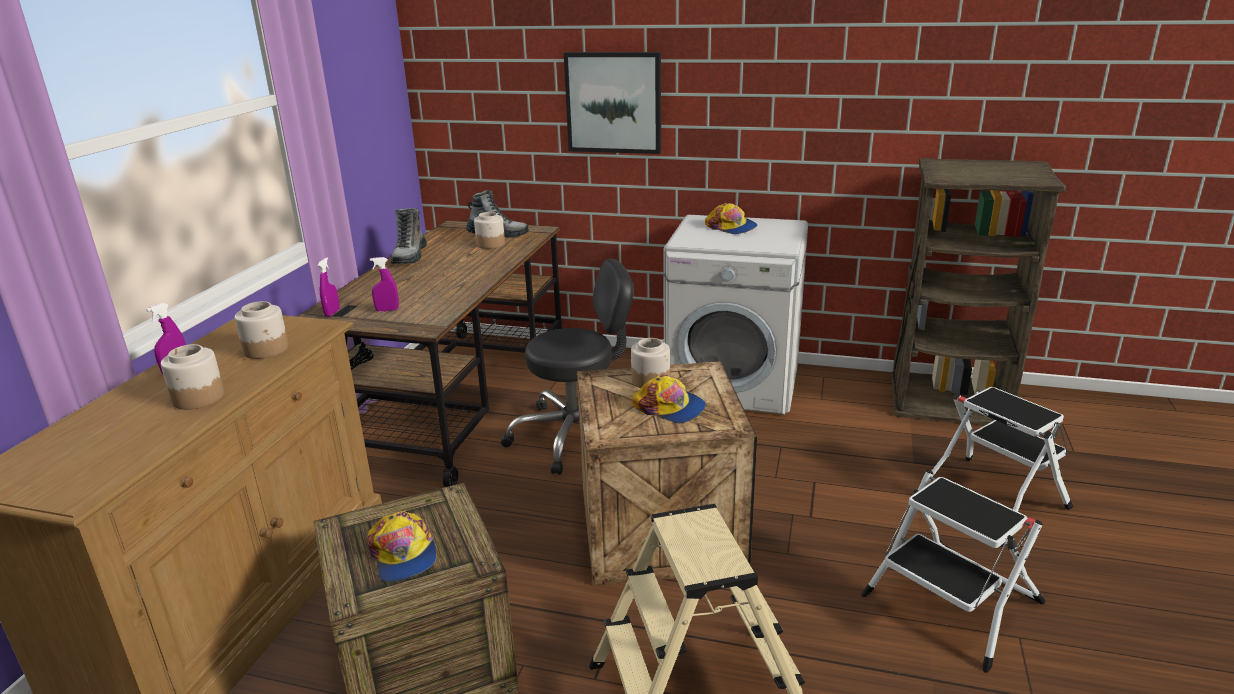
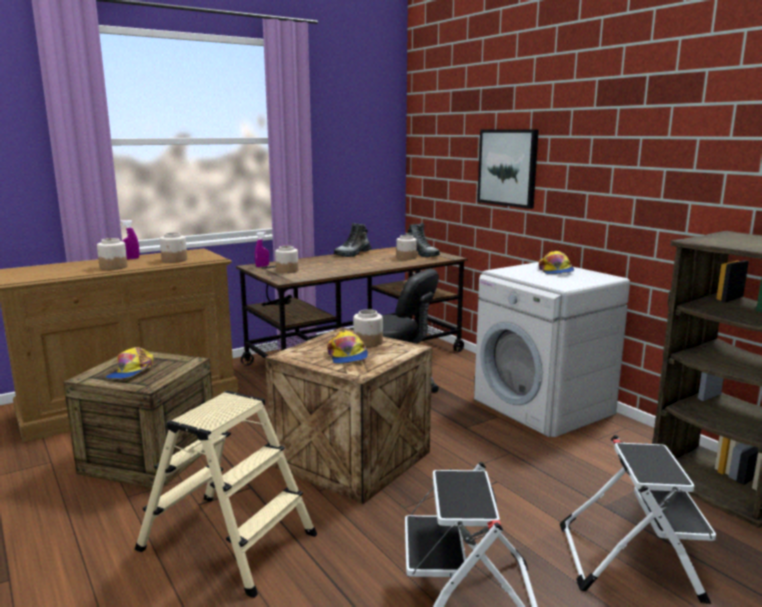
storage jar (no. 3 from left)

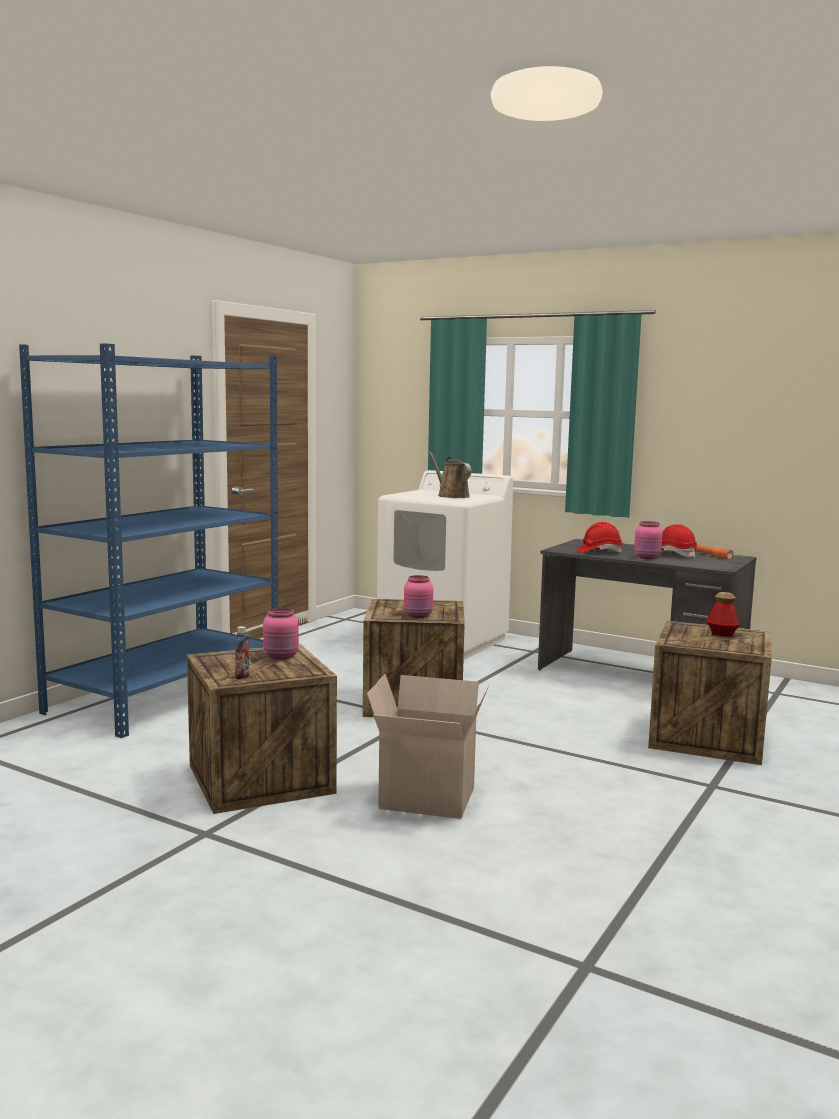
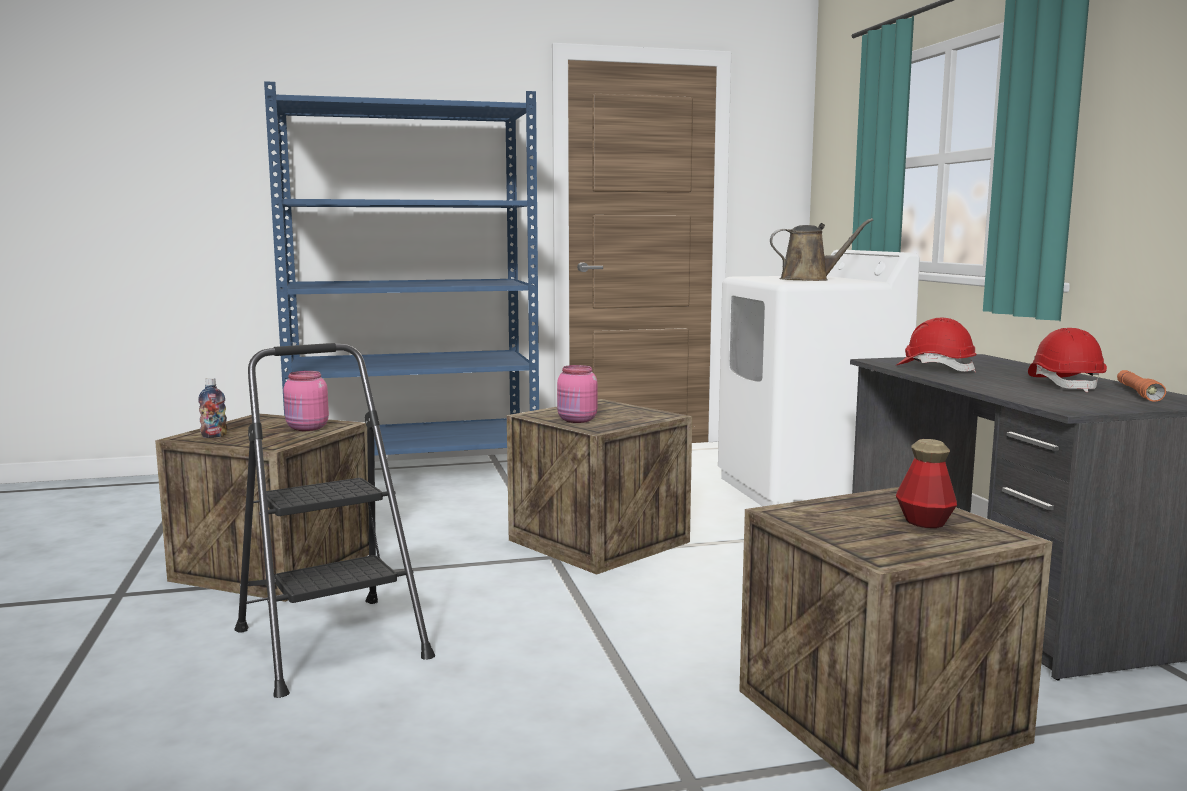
brown-coloured watering can; pinkish storage jar (no. 3 from left in the first image); blackish stepladder

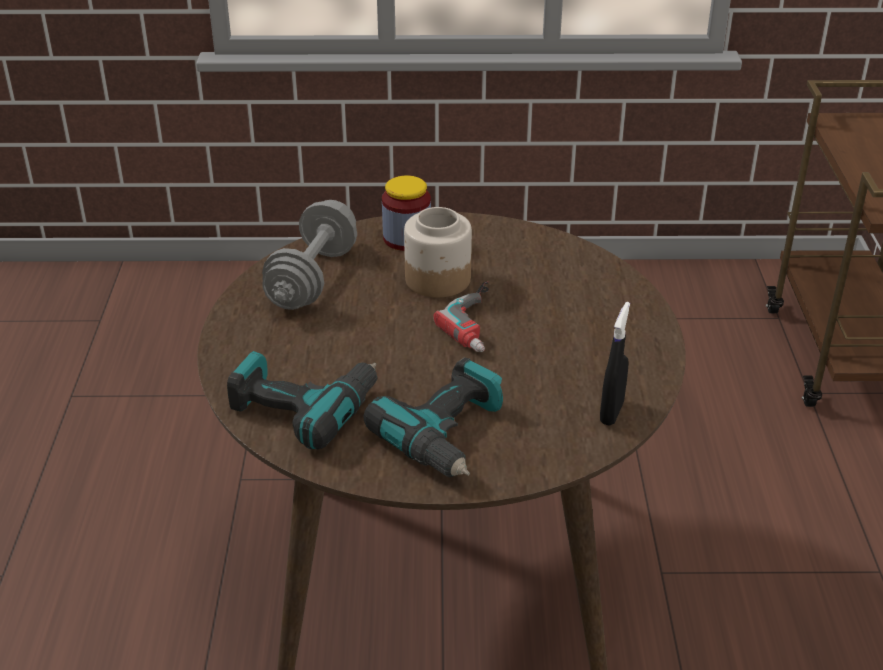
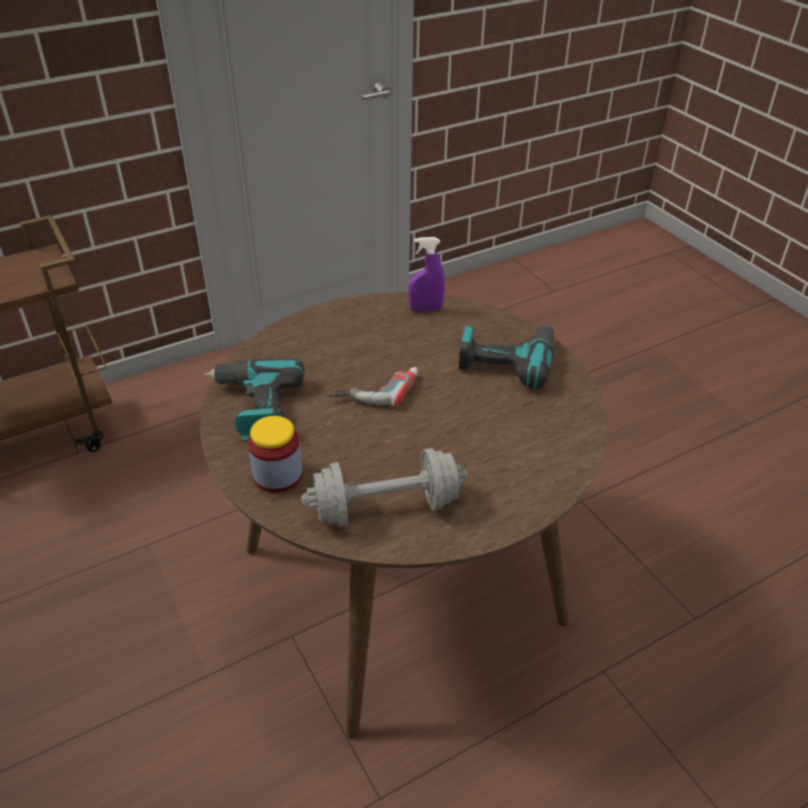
storage jar (no. 2 from left in the first image); purple spray bottle; drill (no. 1 from left)

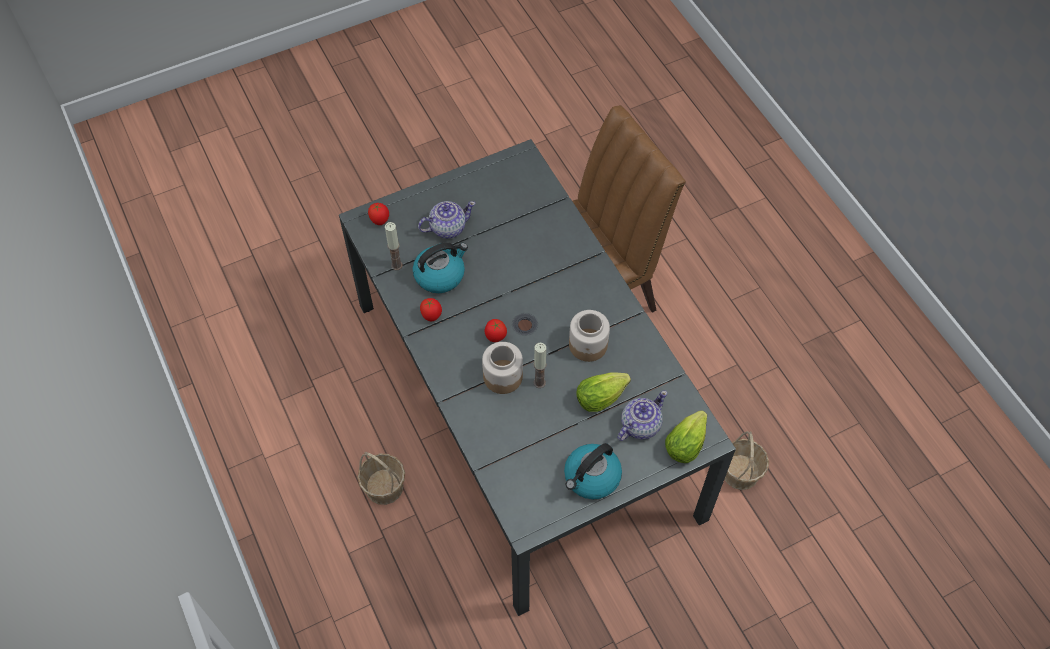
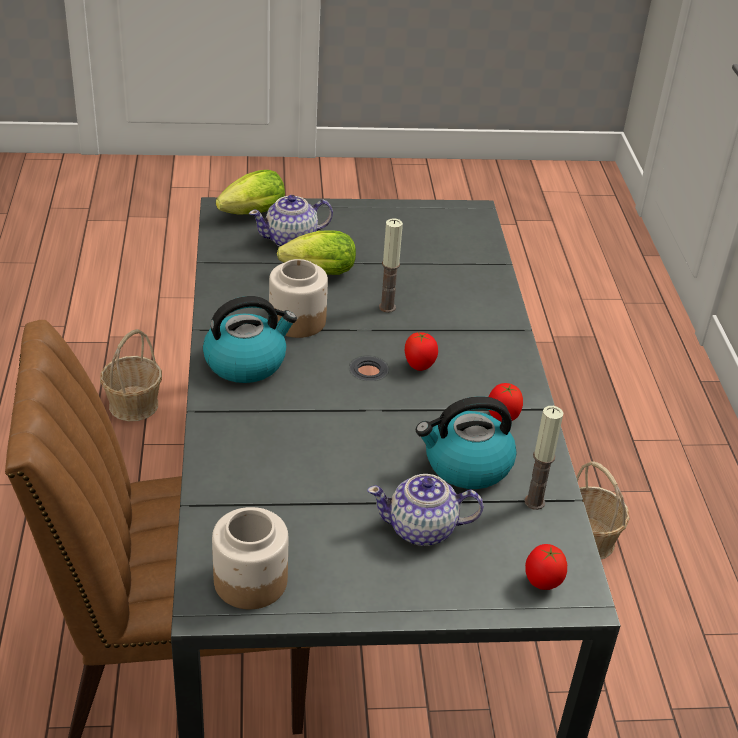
storage jar (no. 1 from left); tea kettle (no. 1 from left)

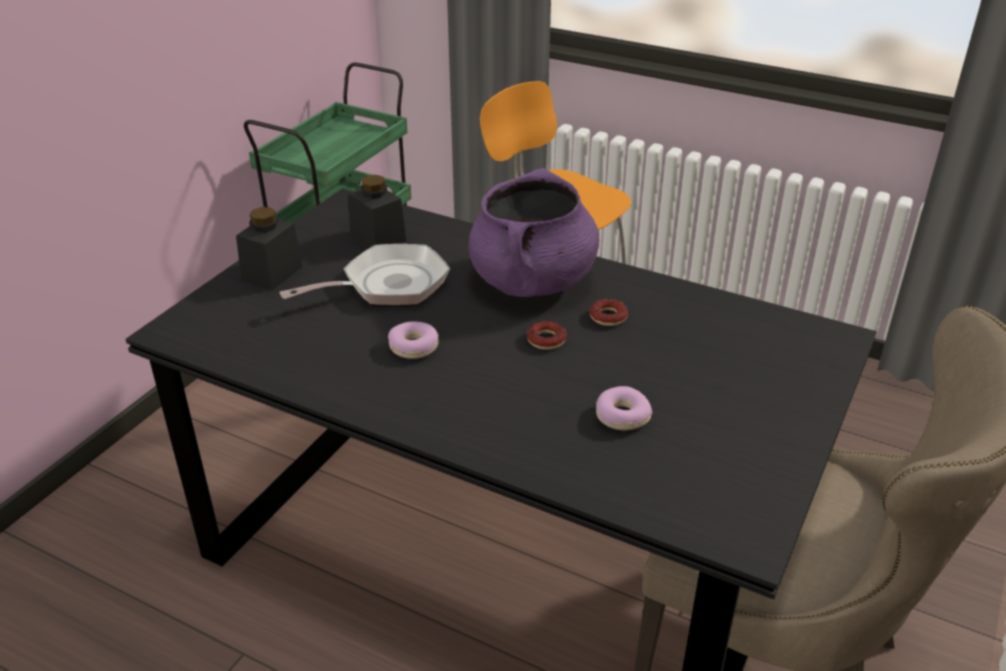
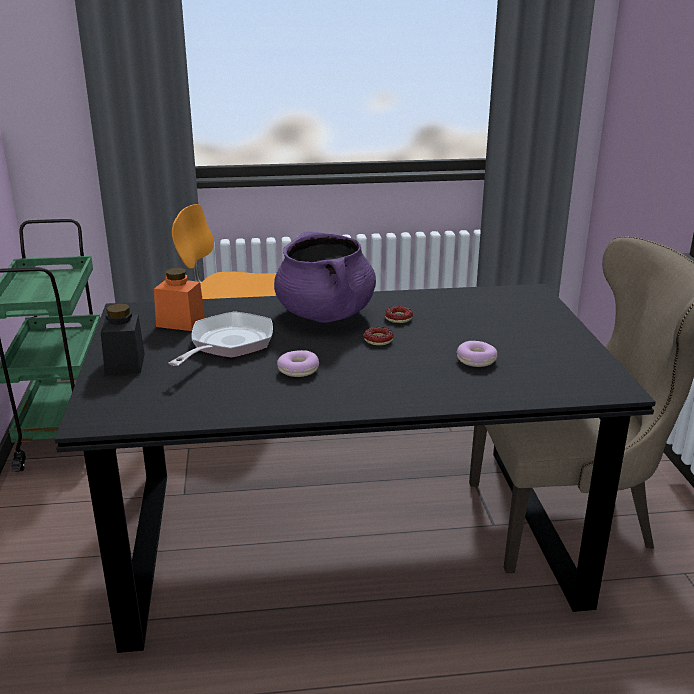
orange storage jar

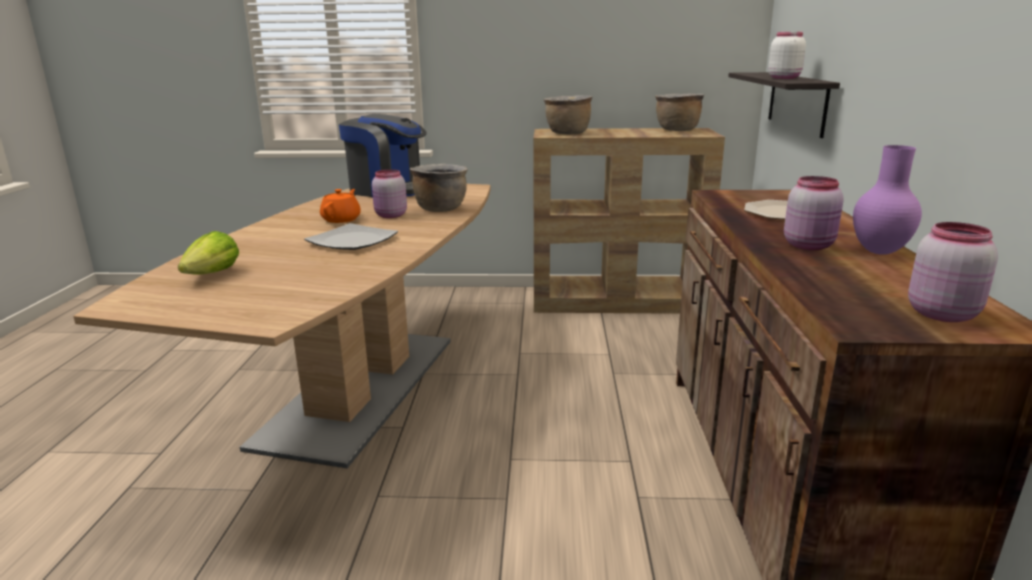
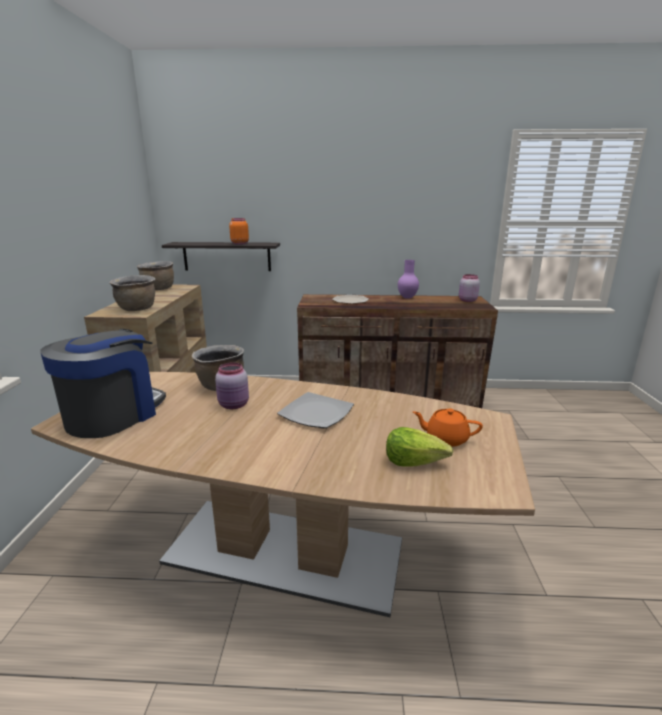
orange storage jar; pinkish storage jar (no. 2 from left in the first image); orange tea pot

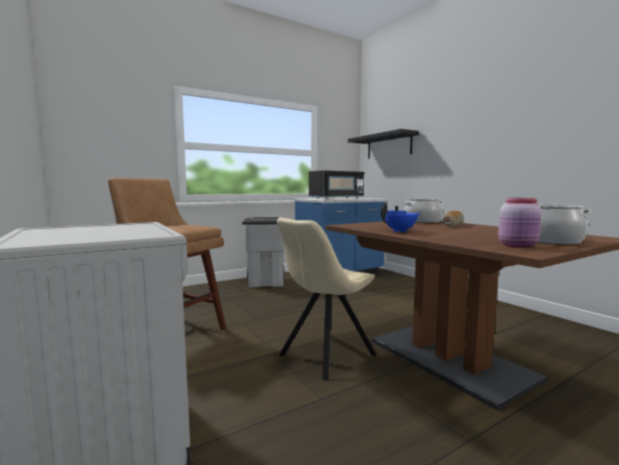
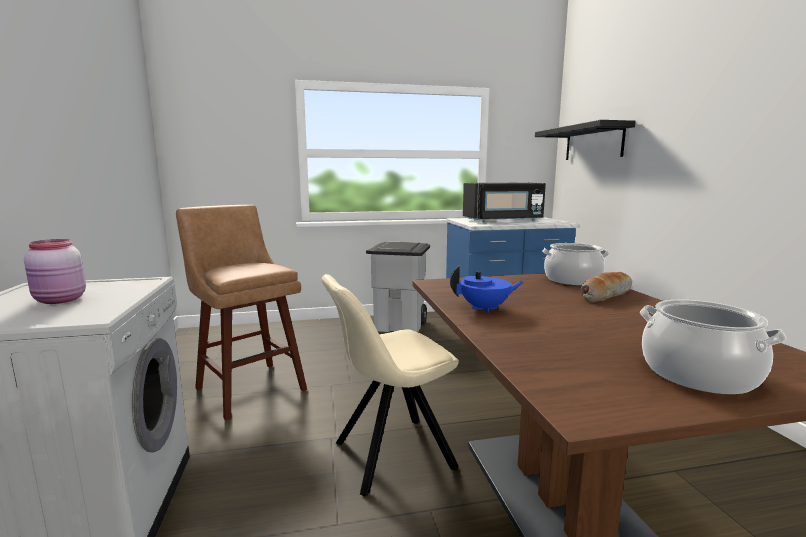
pinkish storage jar

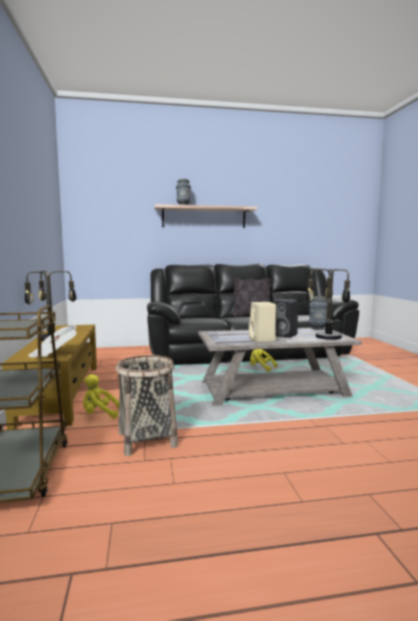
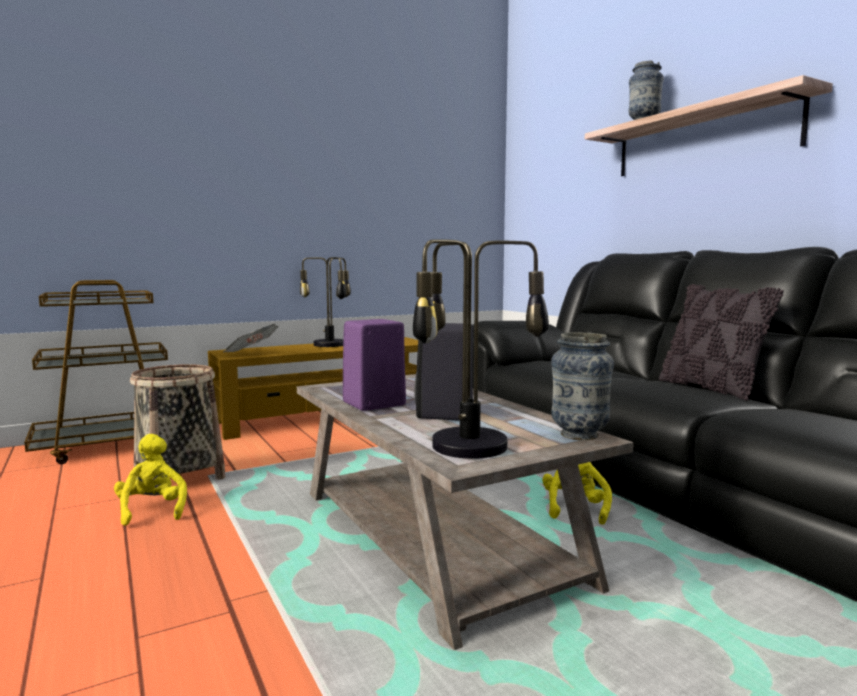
purple speaker; yellowish soft toy (no. 1 from left)

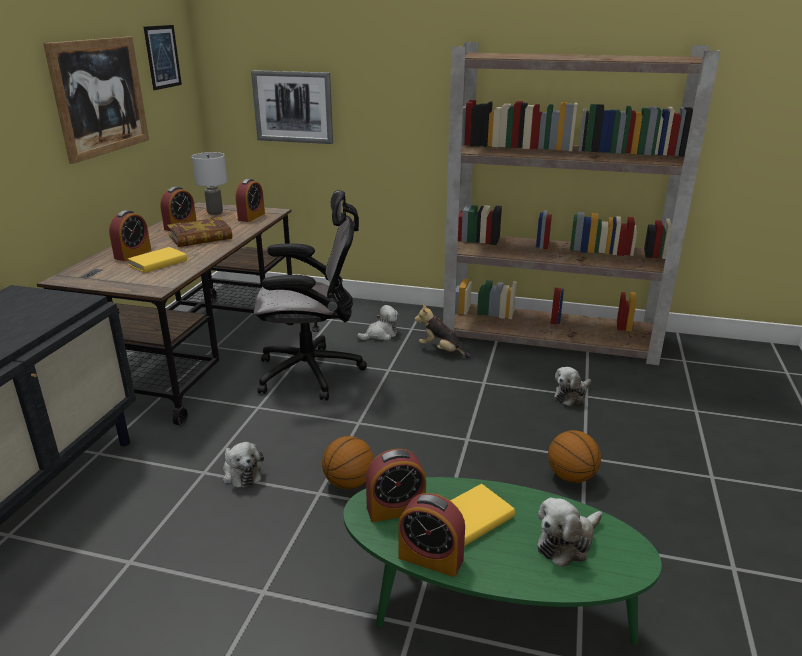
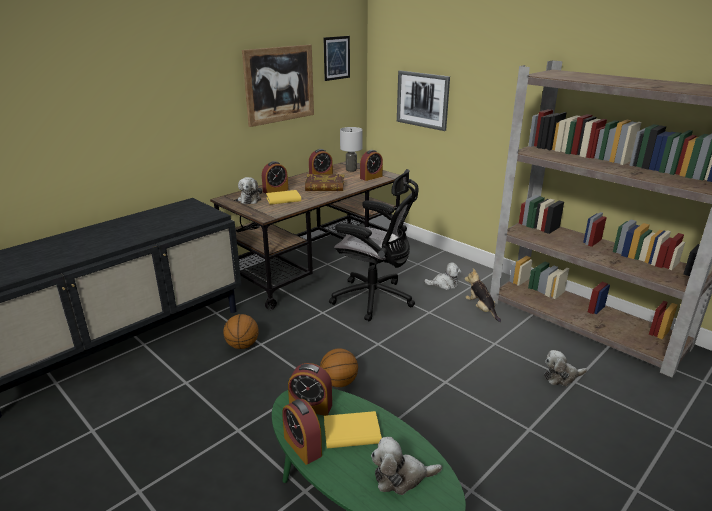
basketball (no. 1 from left); soft toy (no. 1 from left)

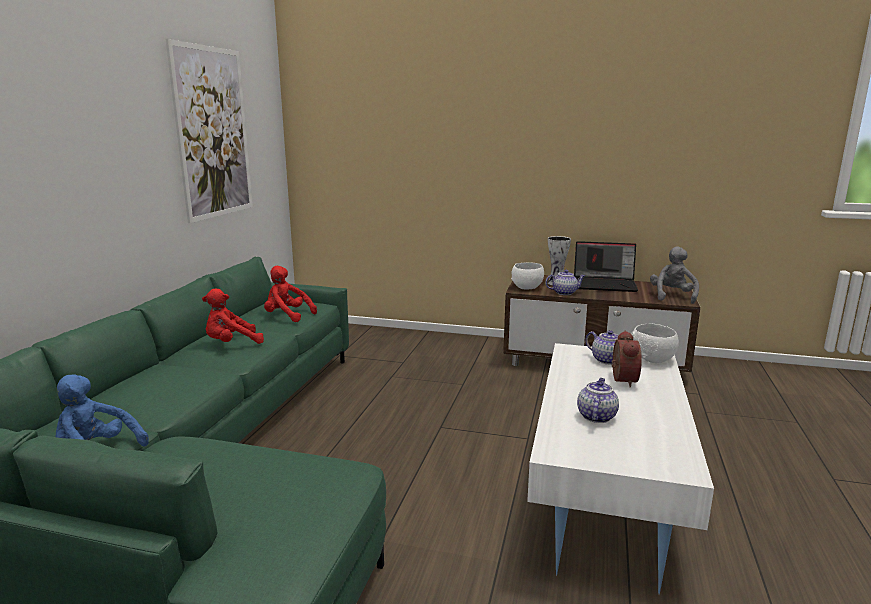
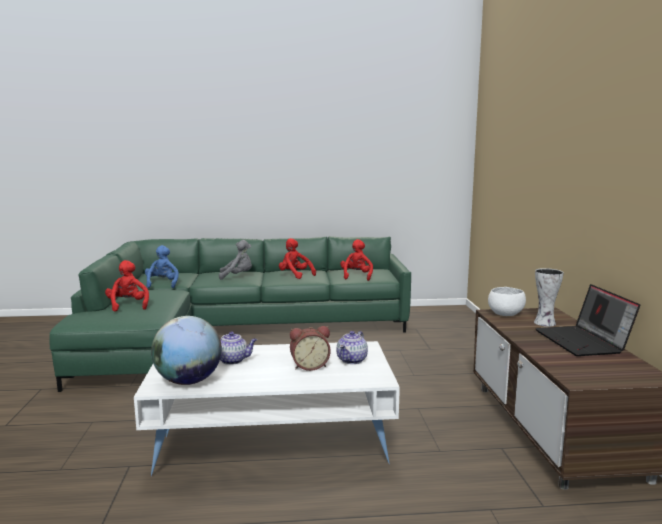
wall picture; grey soft toy; tea pot (no. 1 from left in the first image); white serving bowl (no. 2 from left in the first image); reddish soft toy (no. 1 from left); world globe

